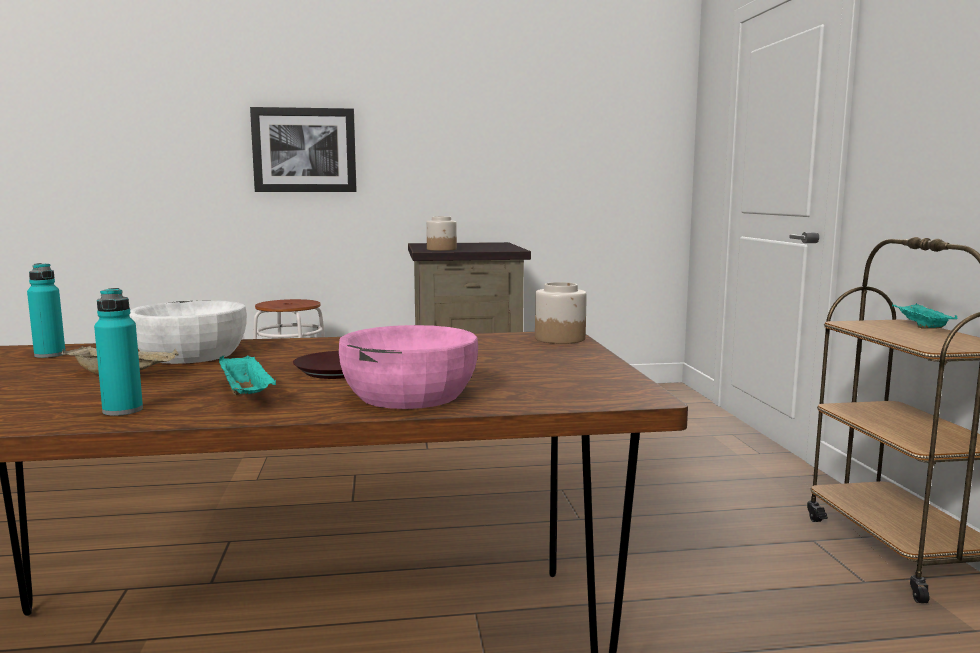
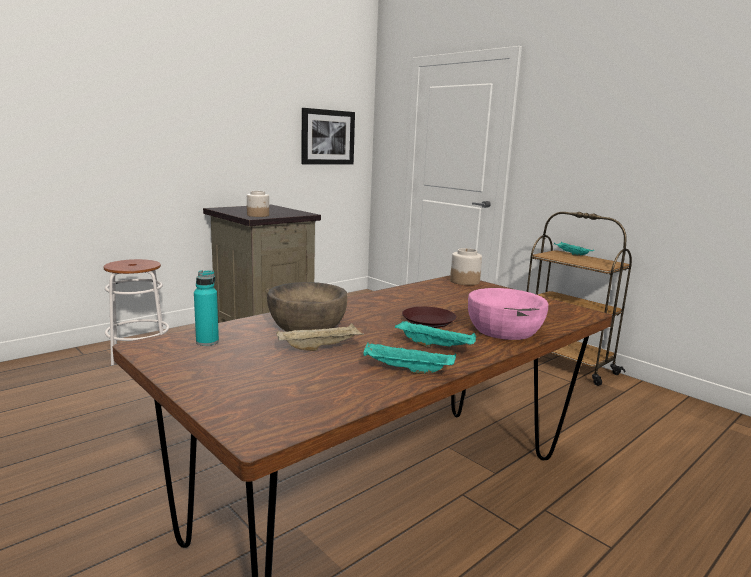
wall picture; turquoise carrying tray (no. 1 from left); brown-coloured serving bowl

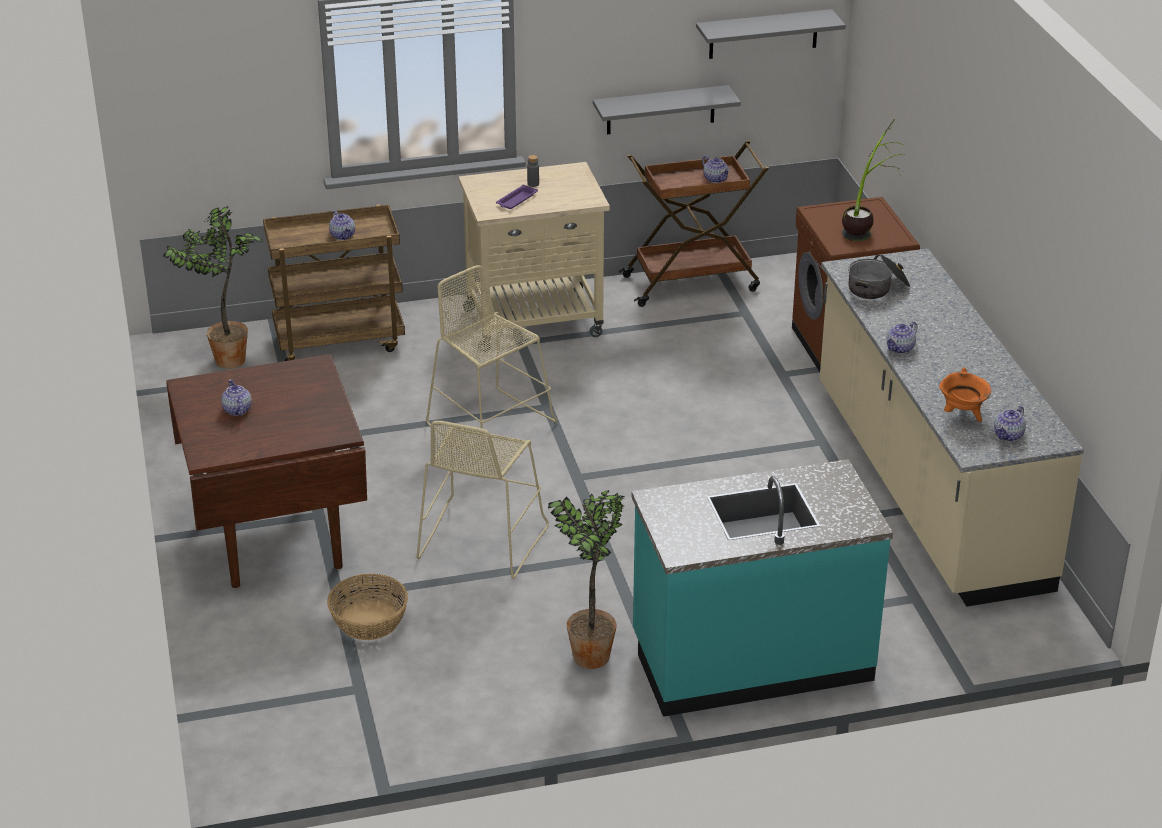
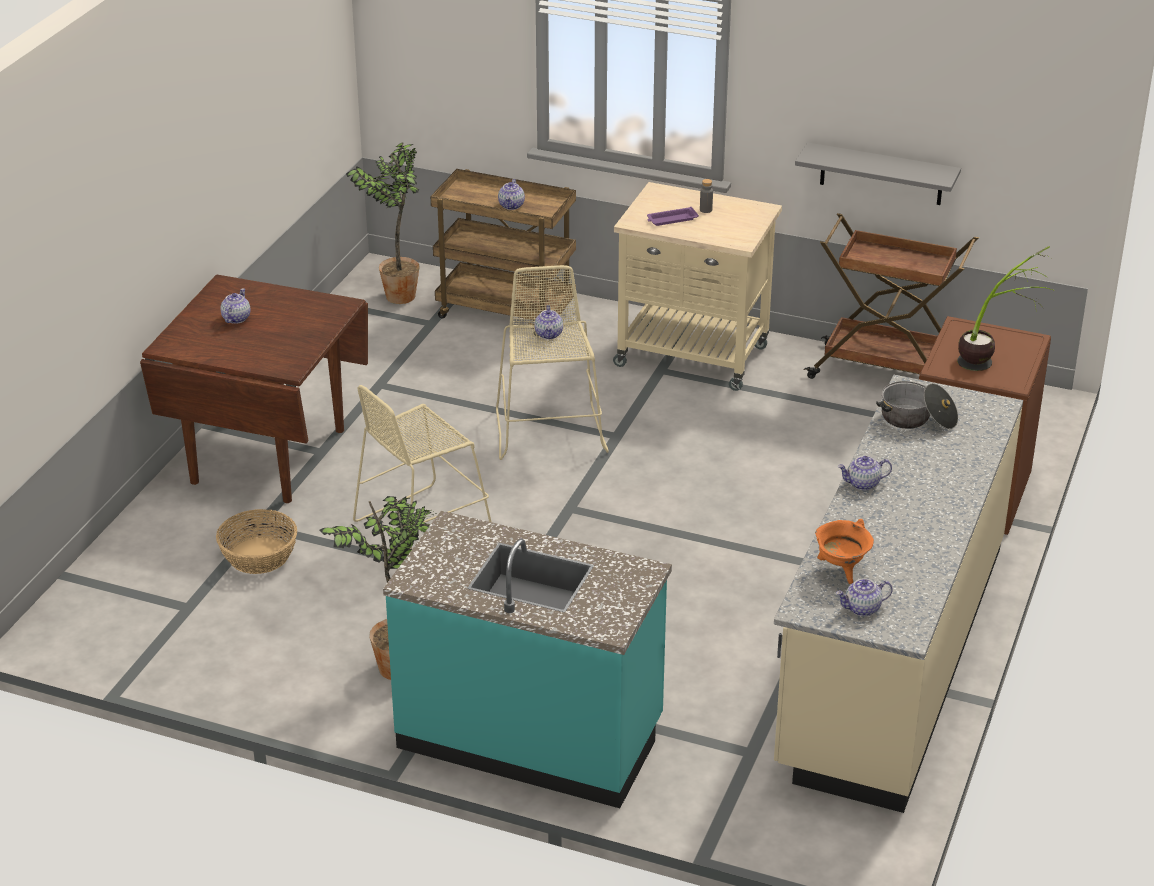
grey wall shelf (no. 2 from left in the first image); tea pot (no. 3 from left)

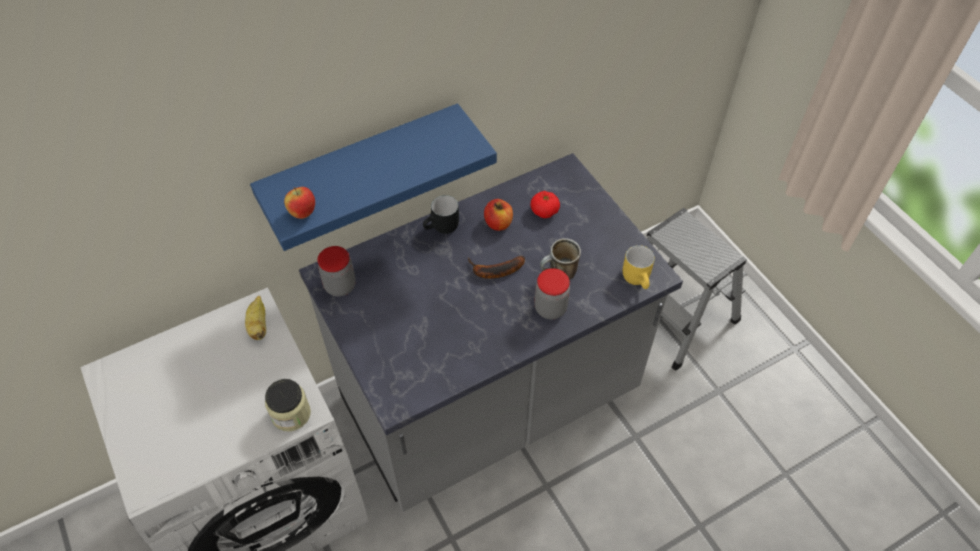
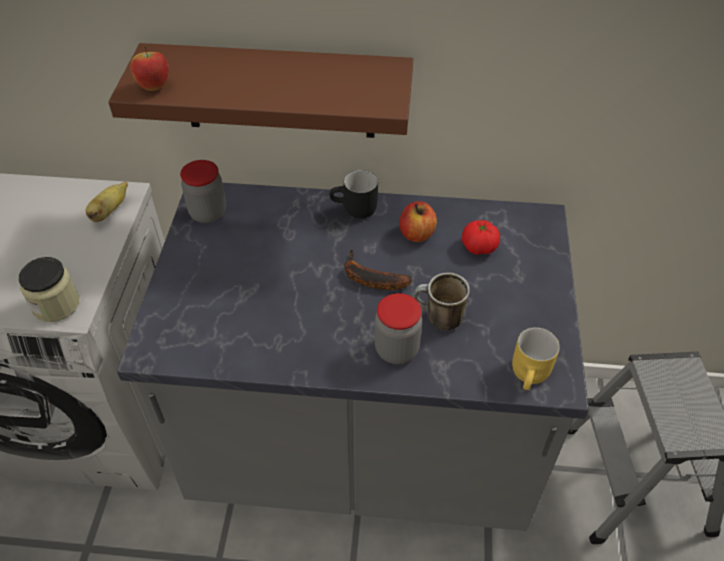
brown-coloured wall shelf

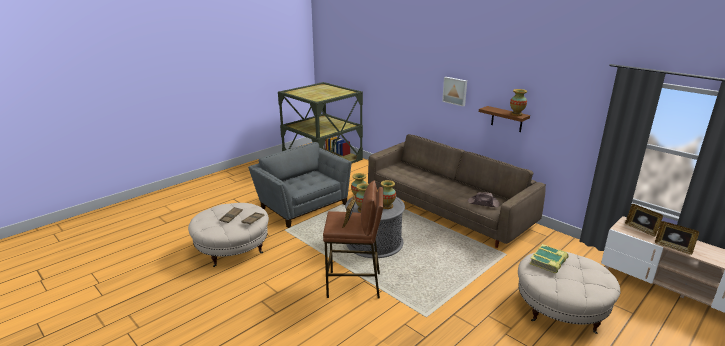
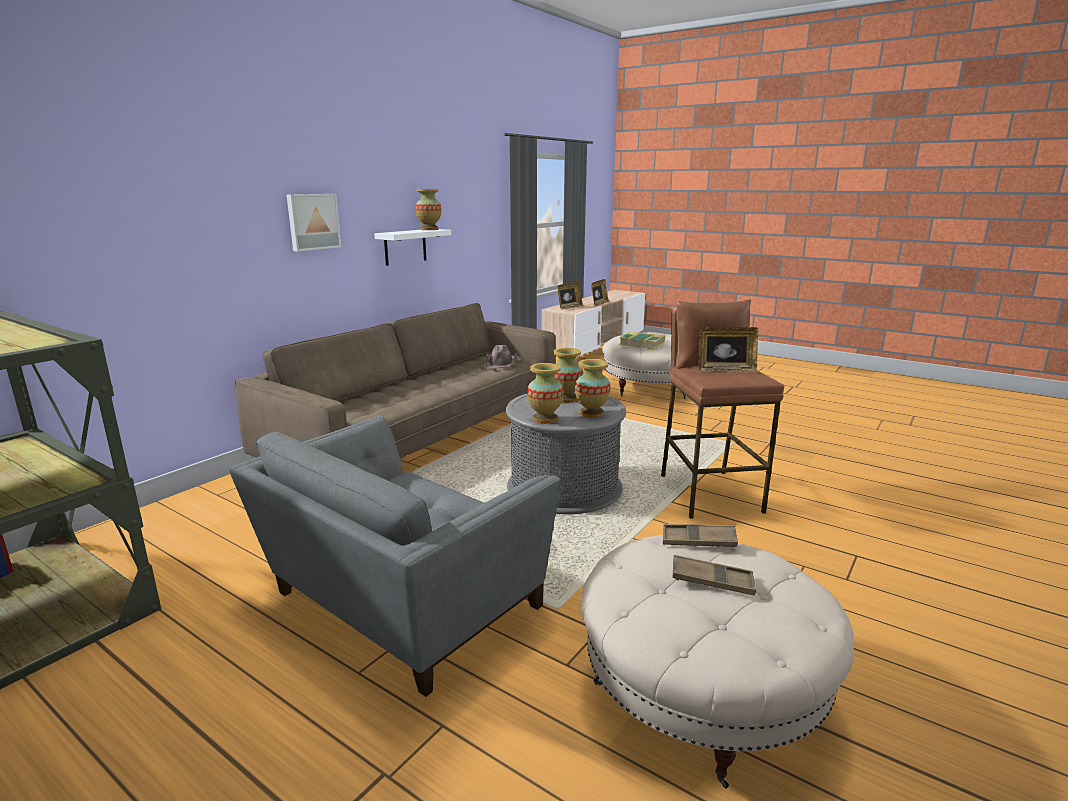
white wall shelf

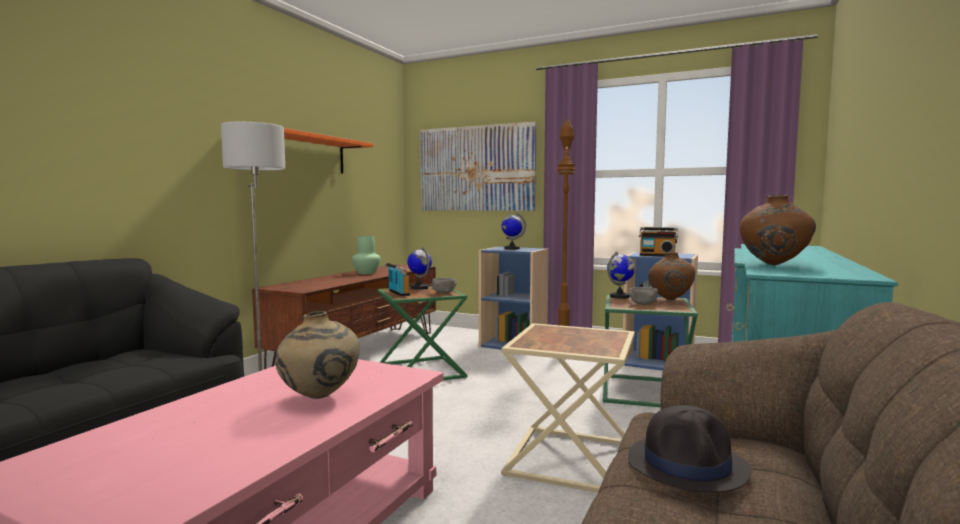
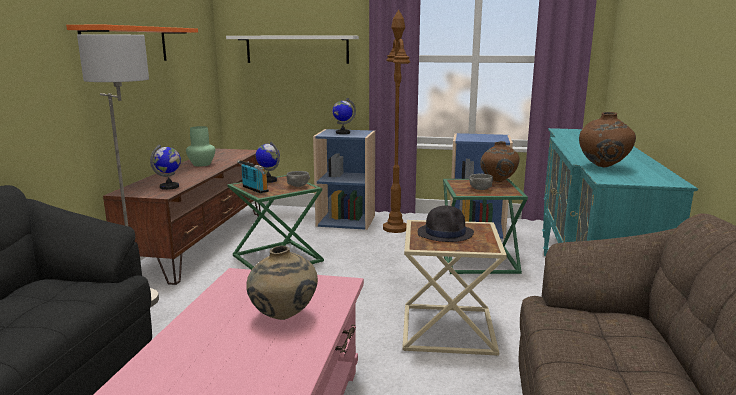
white wall shelf; radio (no. 2 from left in the first image); world globe (no. 1 from left); blackish clothing hat

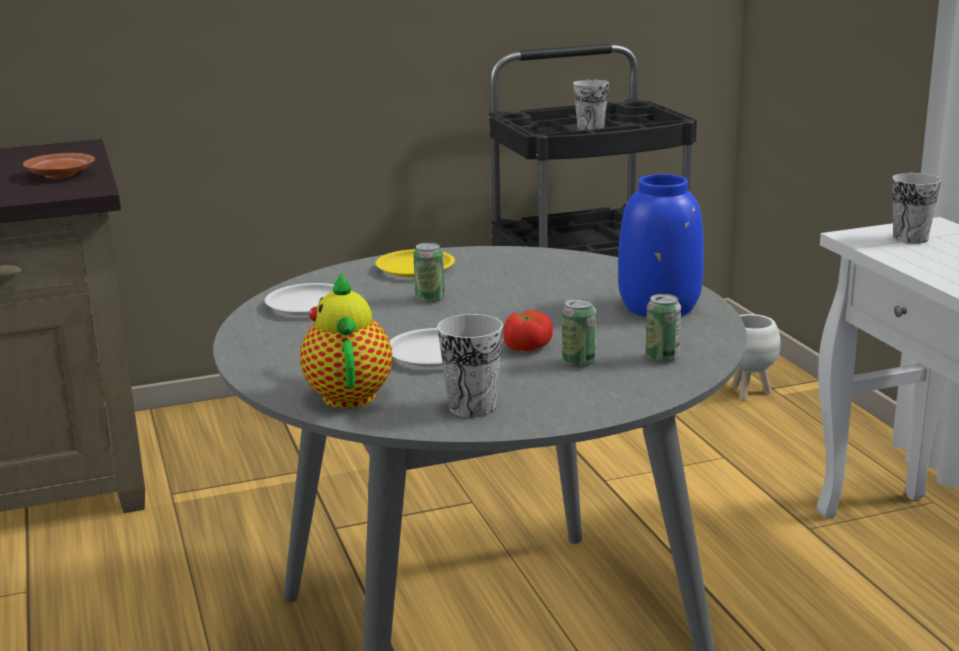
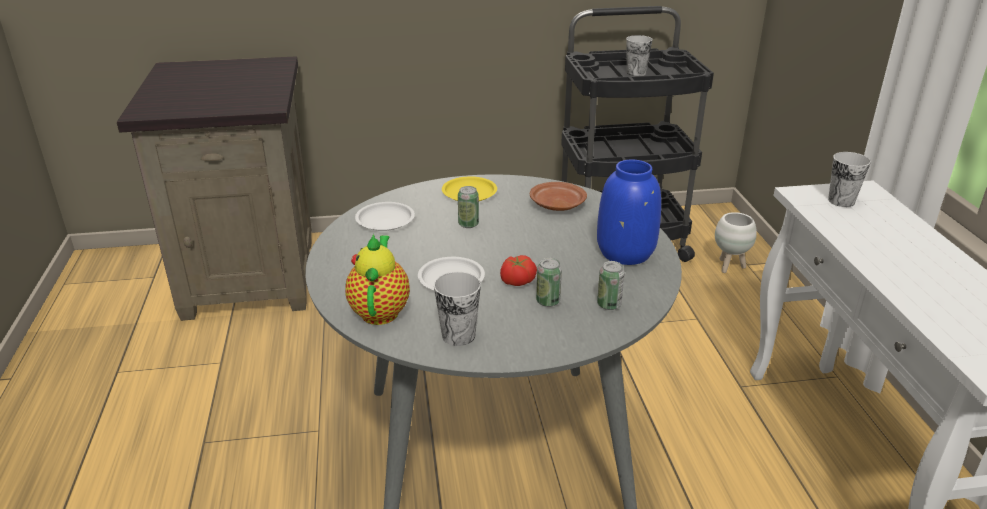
brown-coloured flat dish

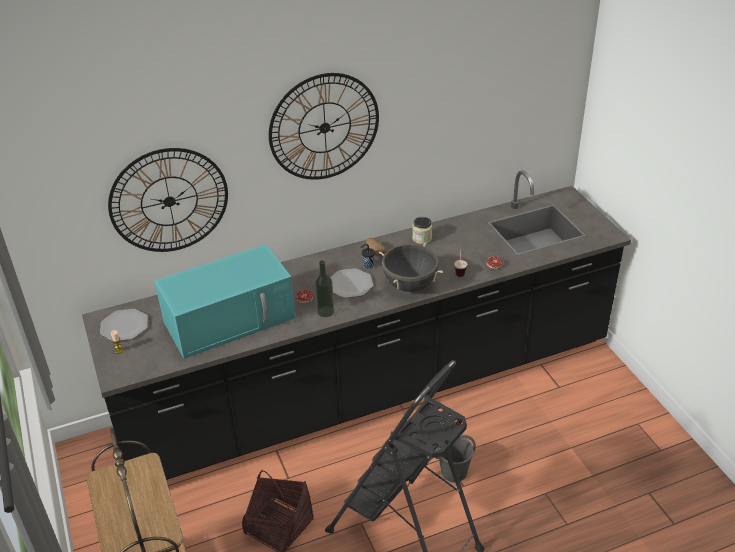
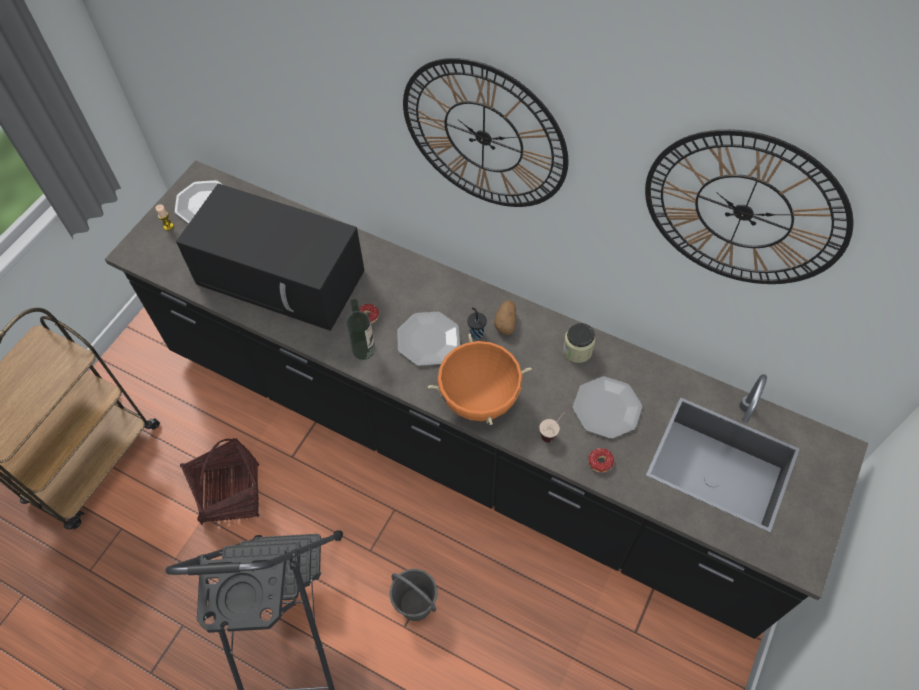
hanging clock (no. 2 from left); orange cooking pot; blackish kitchen microwave; flat dish (no. 3 from left)

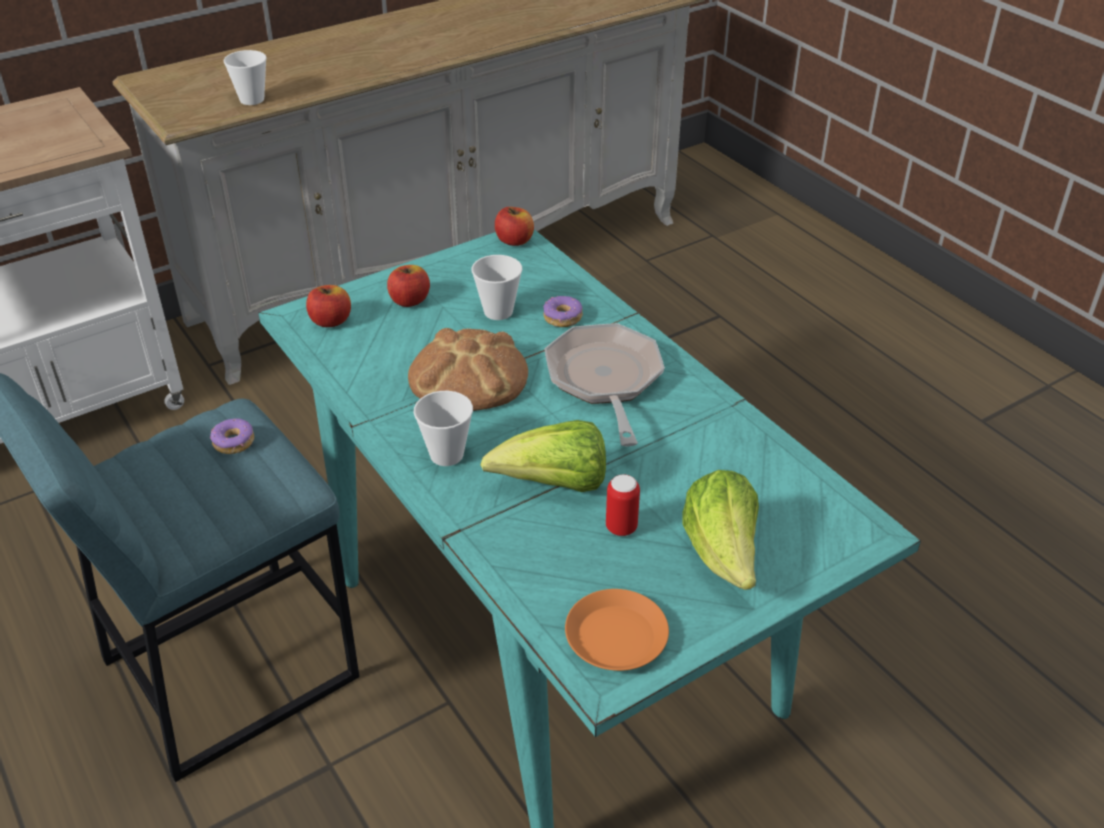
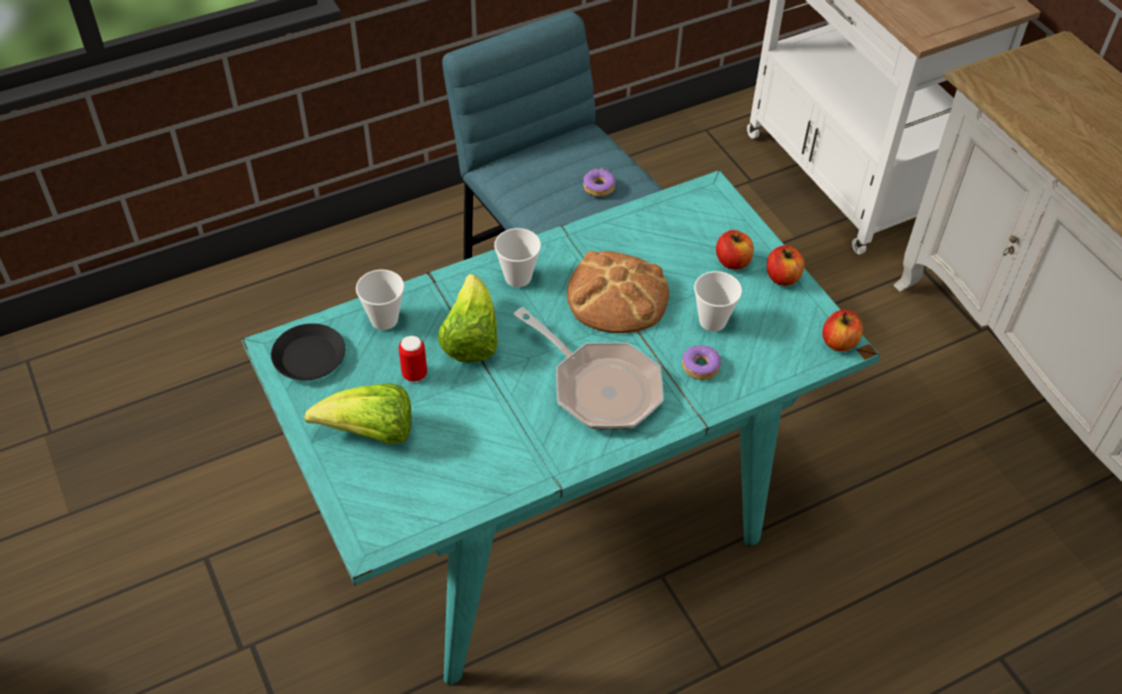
drinking cup (no. 1 from left); apple (no. 2 from left); frying pan; blackish flat dish

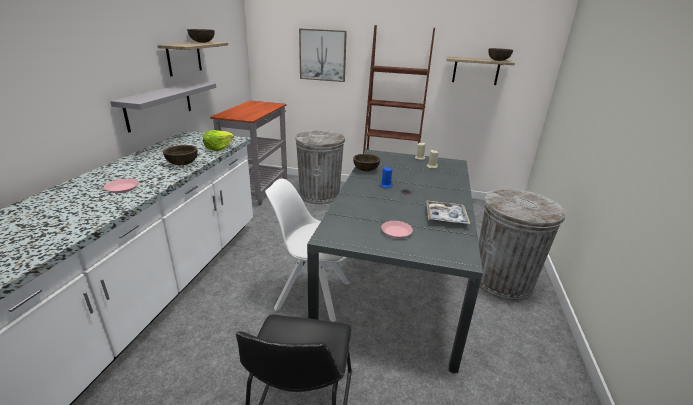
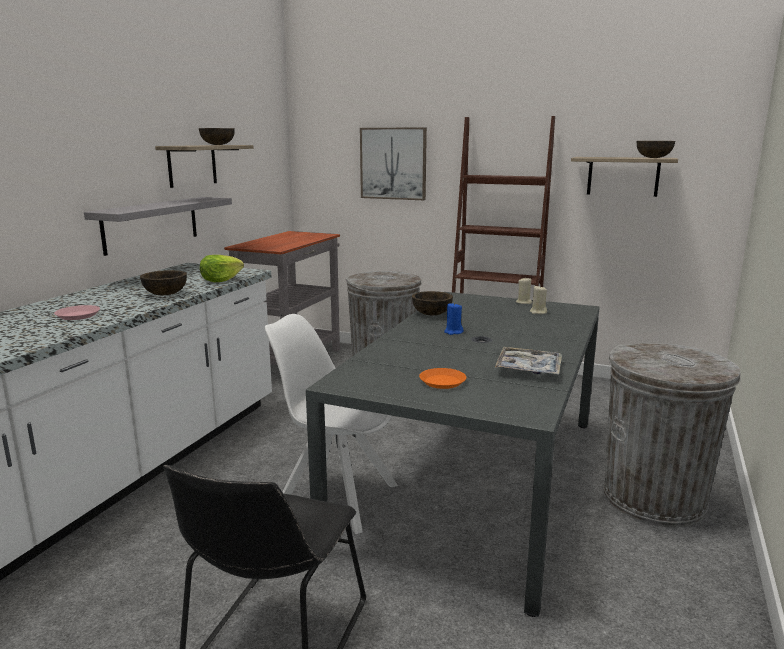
orange flat dish

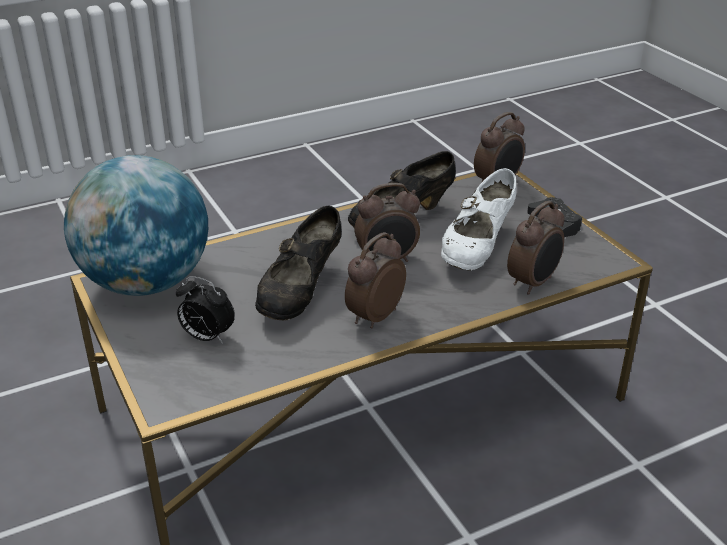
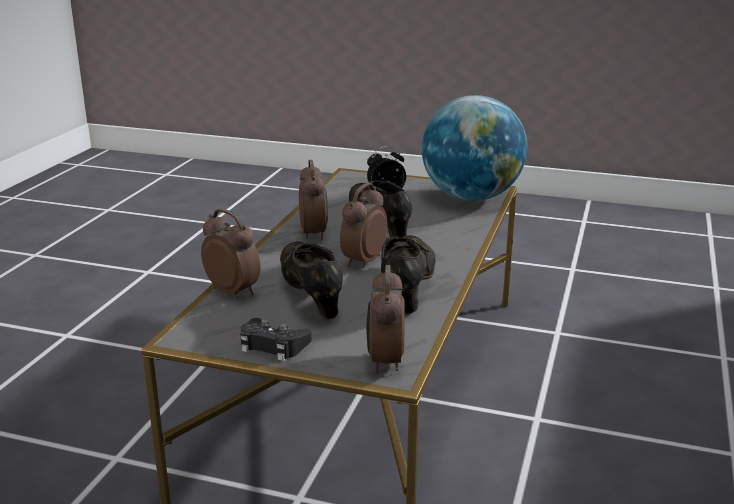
blackish shoe (no. 1 from left); bedside clock (no. 1 from left)

